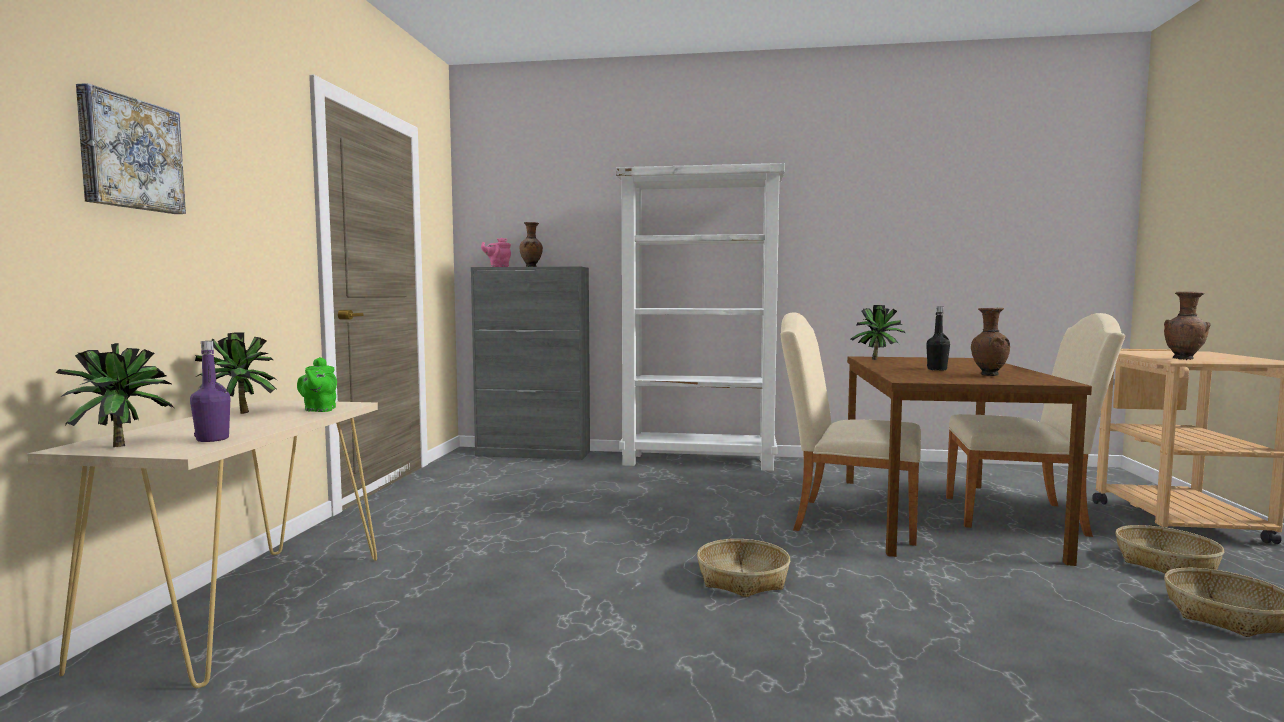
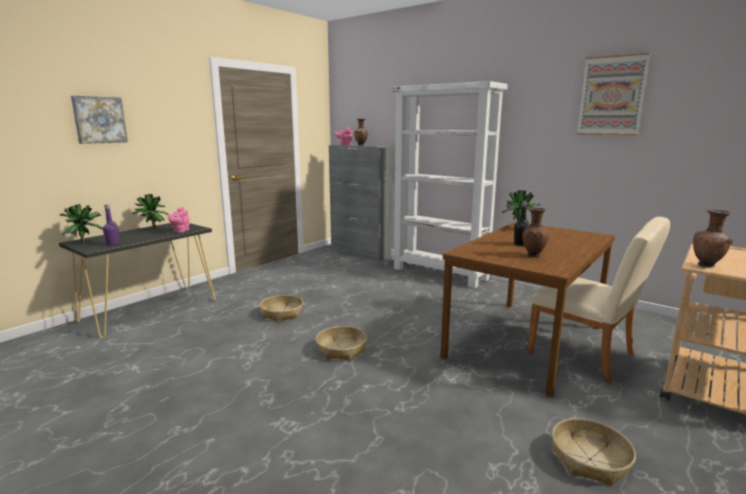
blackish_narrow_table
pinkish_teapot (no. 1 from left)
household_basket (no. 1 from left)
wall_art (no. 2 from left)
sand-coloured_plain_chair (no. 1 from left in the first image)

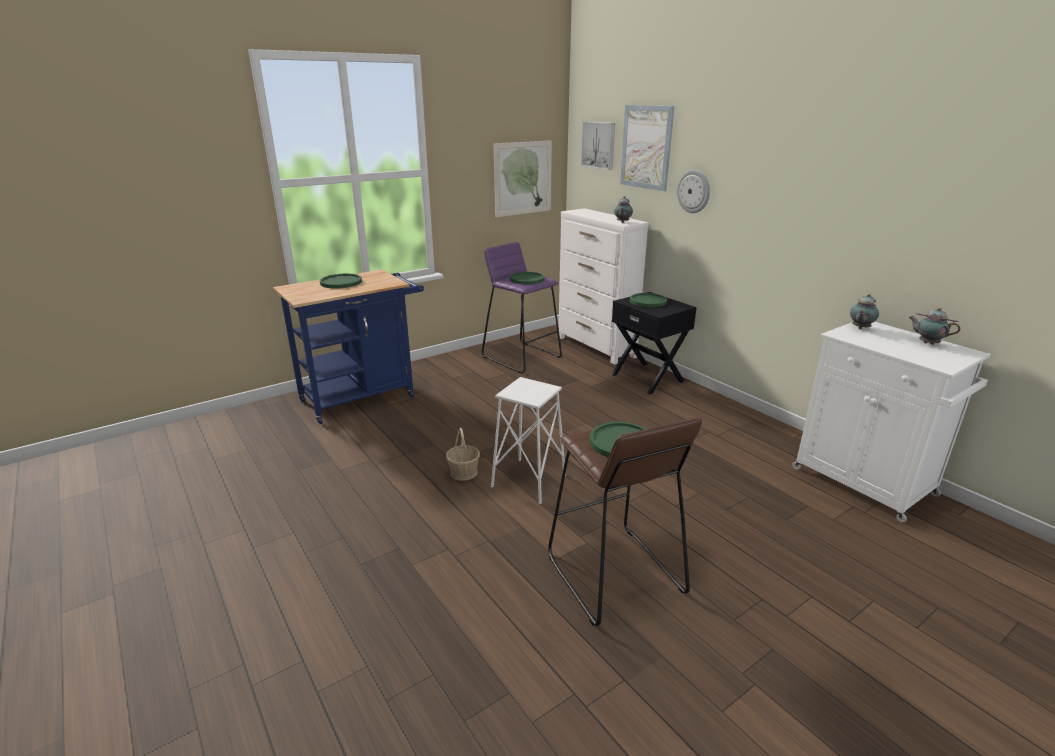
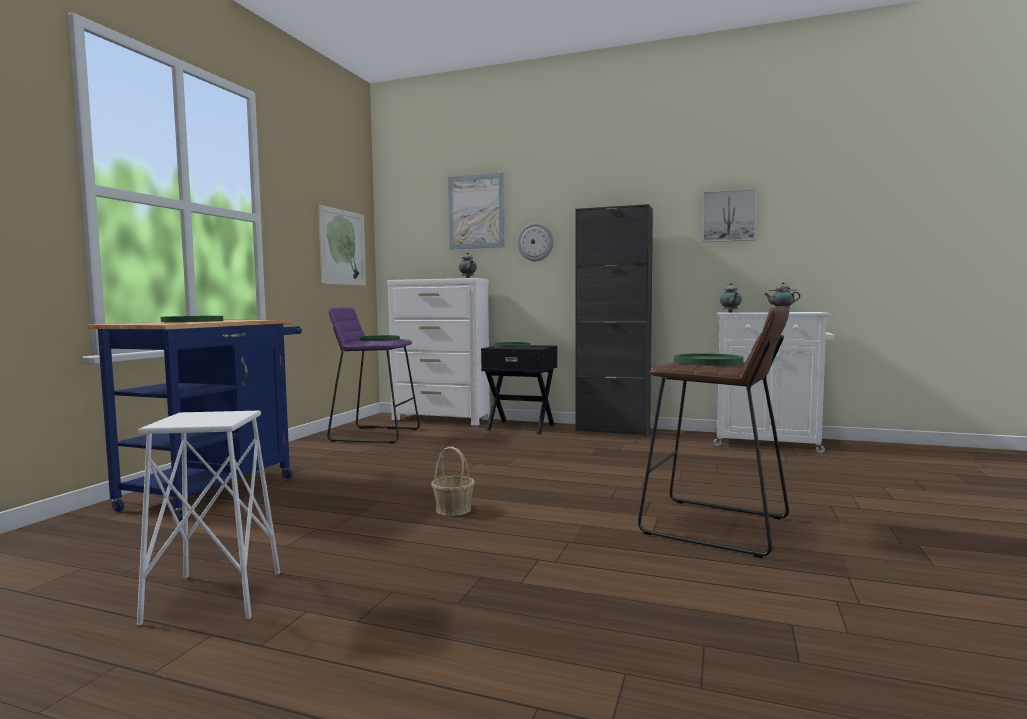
white-coloured_stool
blackish_cabinet
wall_art (no. 3 from left)

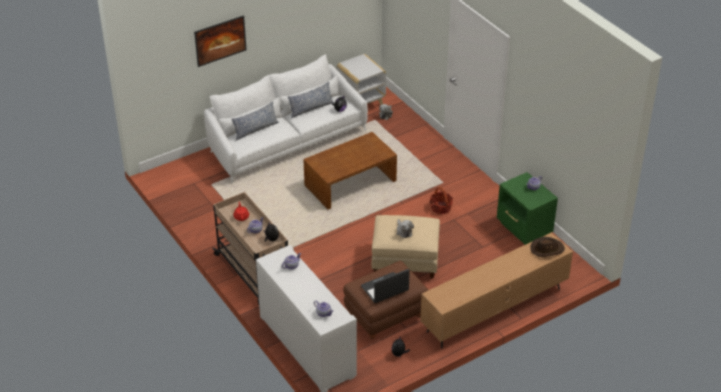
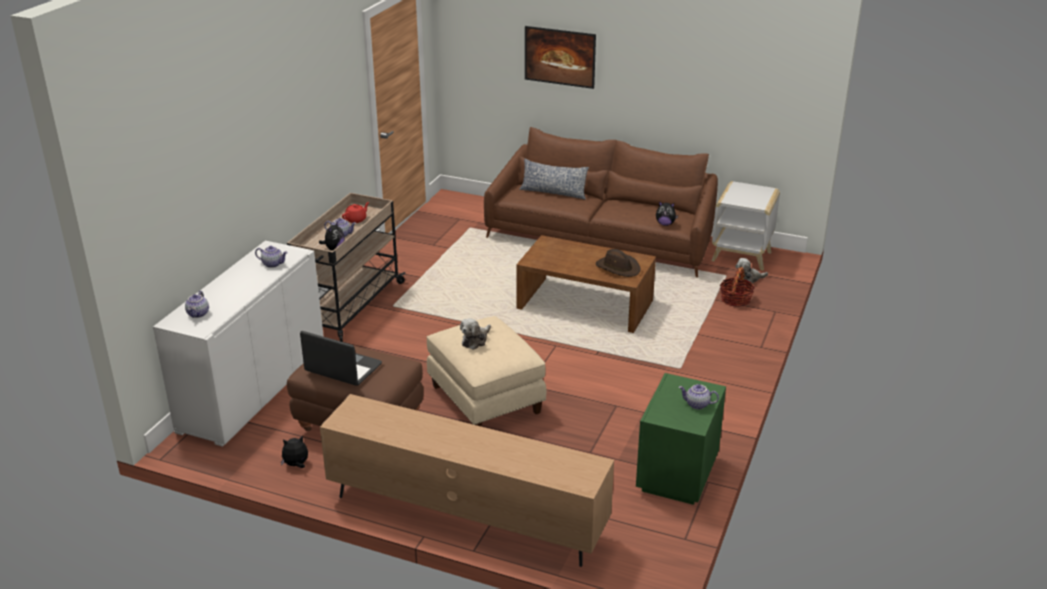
brown_sofa
brown_hat
household_basket
throw_pillow (no. 2 from left in the first image)

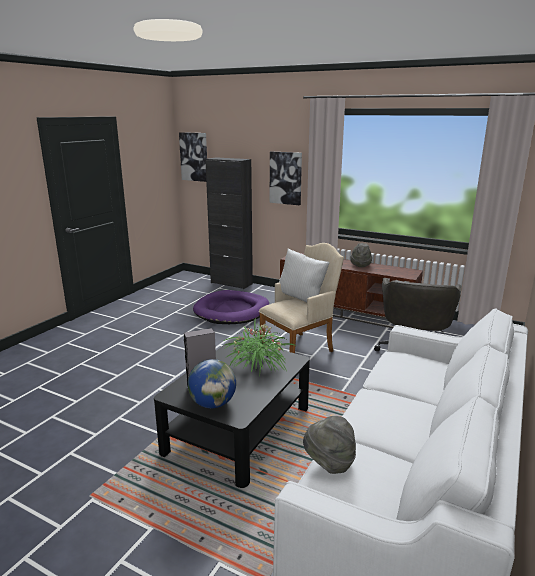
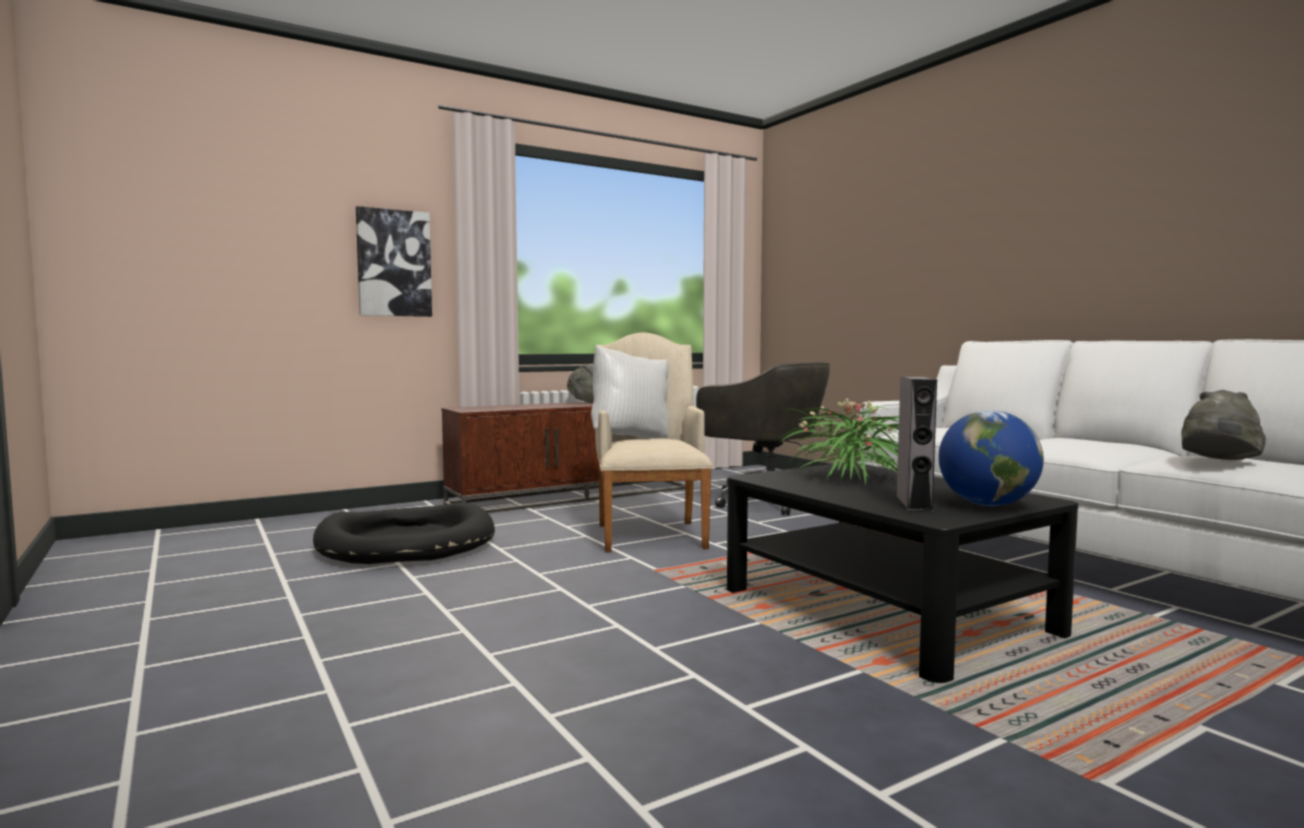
blackish_dog_bed
wall_art (no. 1 from left in the first image)
blackish_cabinet

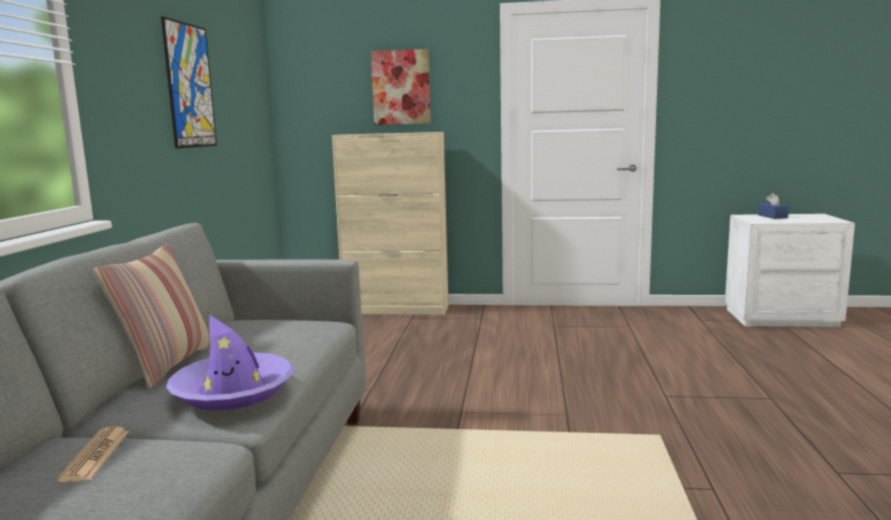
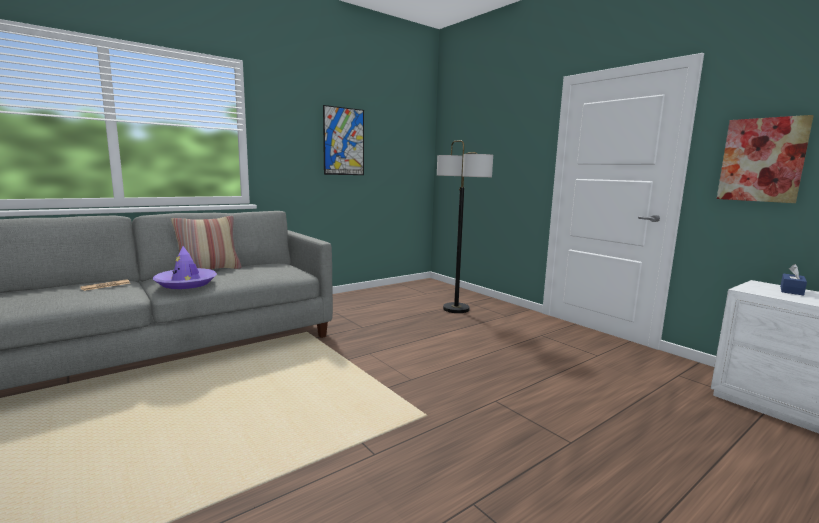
standing_lamp
wall_art (no. 2 from left)
sand-coloured_cabinet

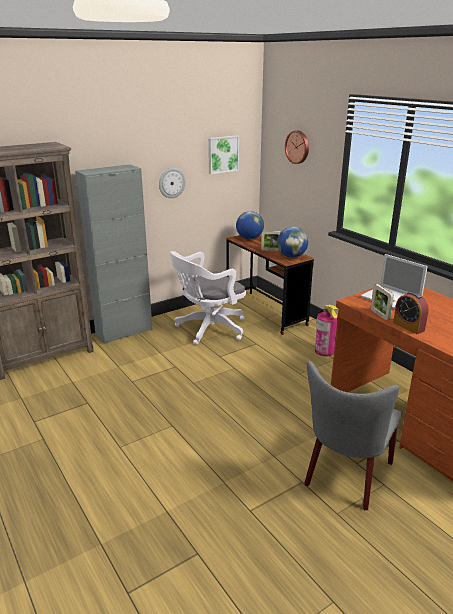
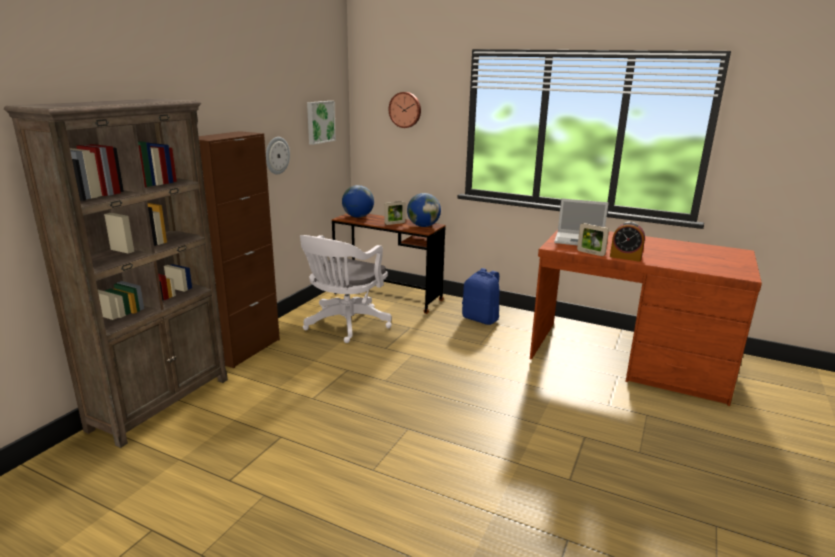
brown_cabinet
blue_backpack
greyish_plain_chair

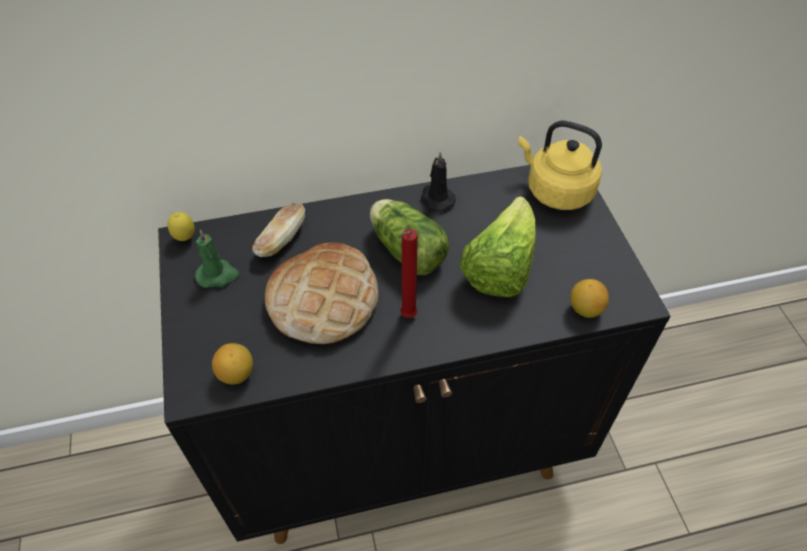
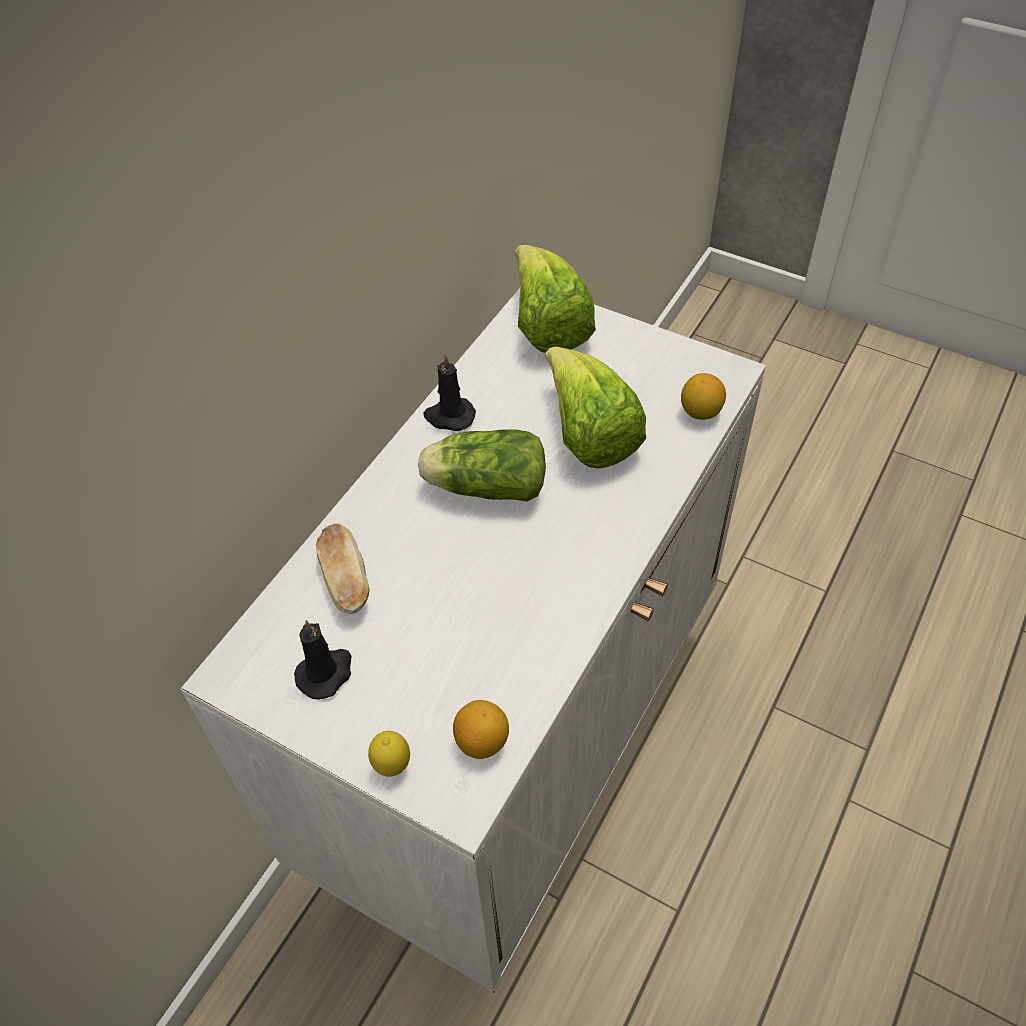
white-coloured_cabinet
blackish_wax_candle (no. 1 from left)
citrus_fruit (no. 1 from left)
lettuce (no. 2 from left)
baked_bread (no. 2 from left in the first image)
red_wax_candle

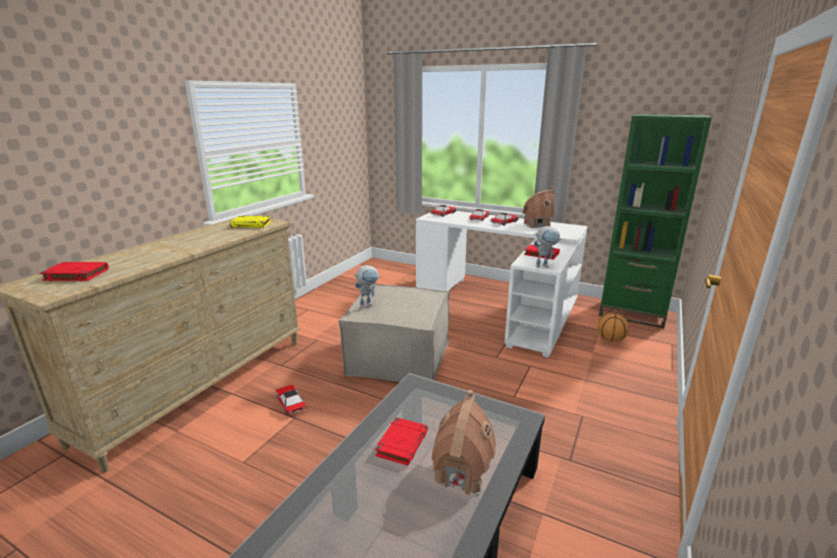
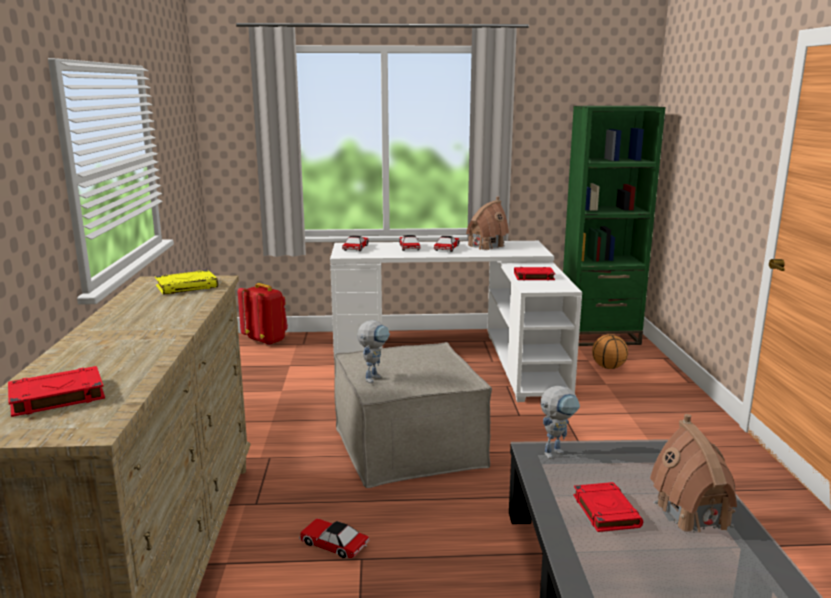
red_backpack
model_robot (no. 2 from left)

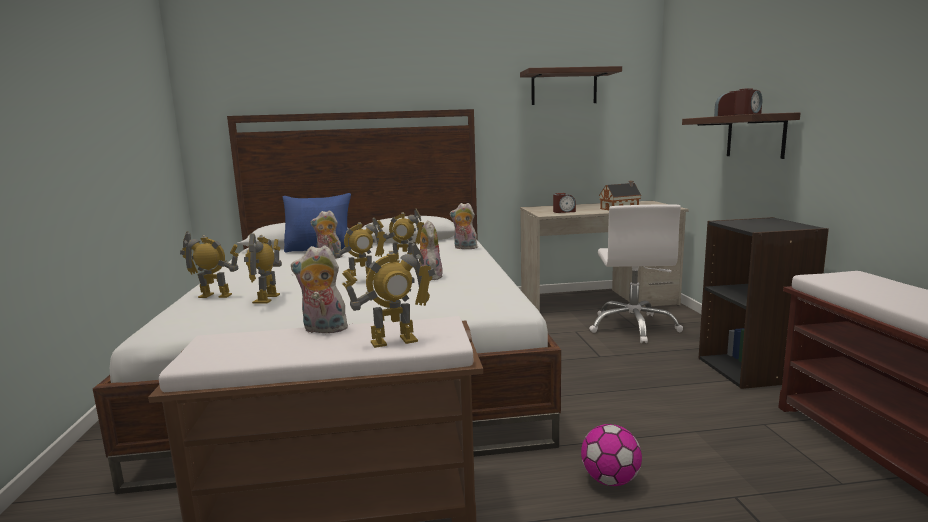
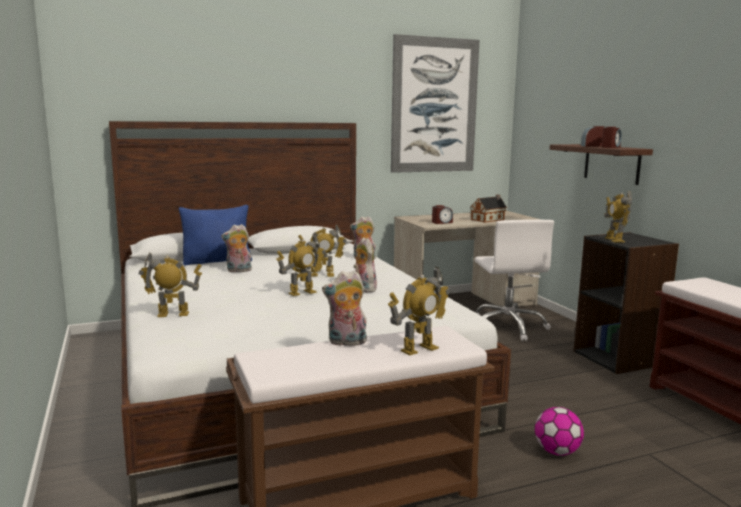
wall_art
model_robot (no. 5 from left)

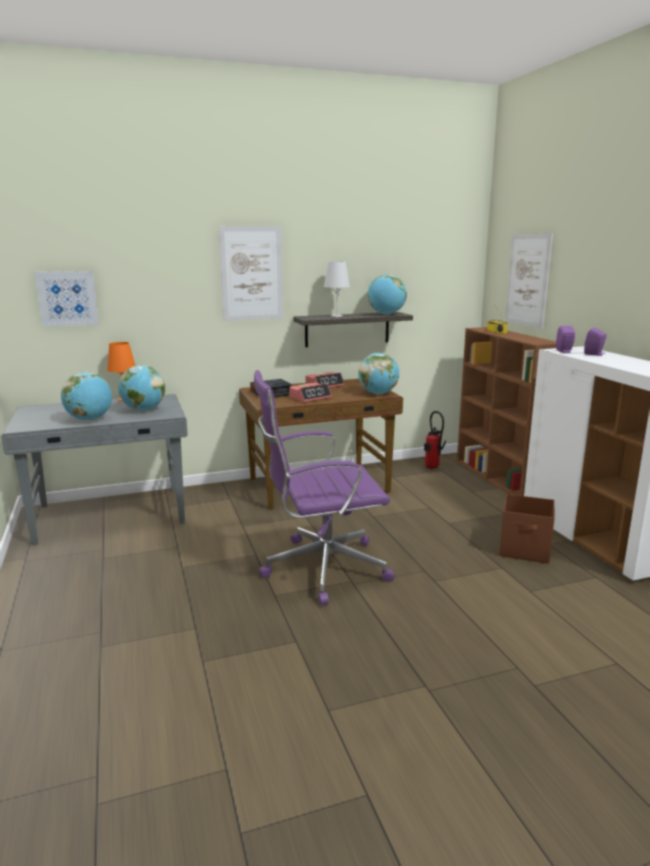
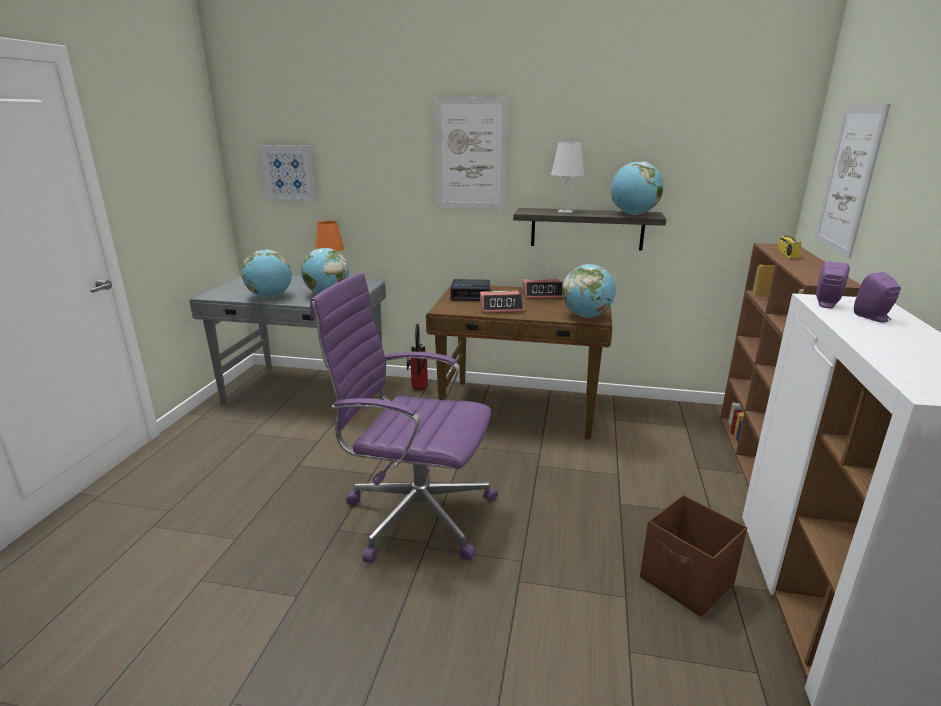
fire_extinguisher

